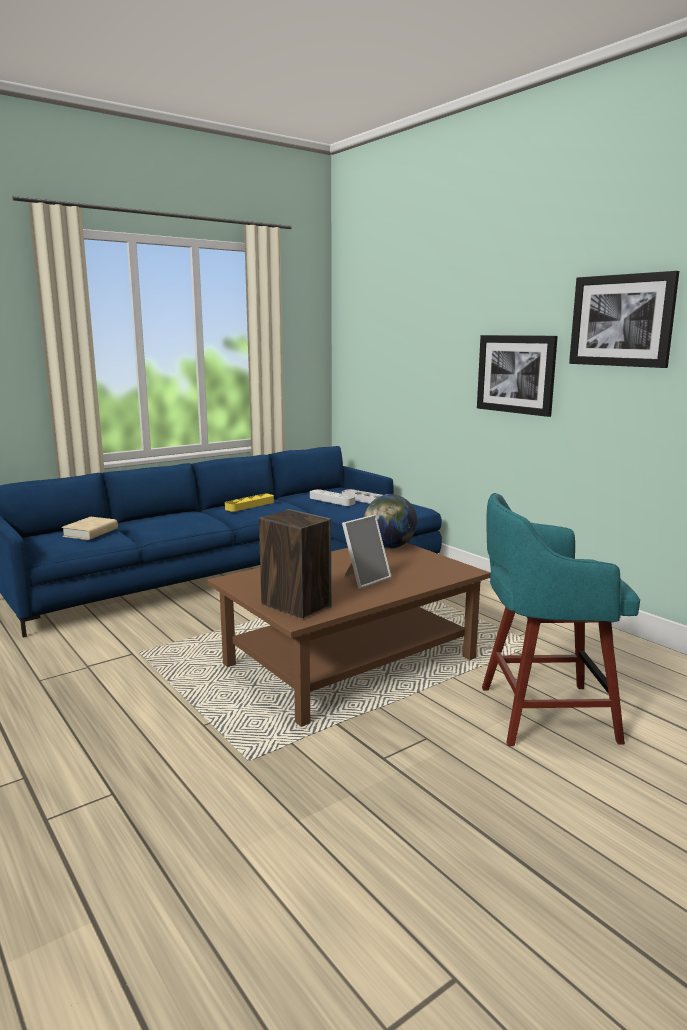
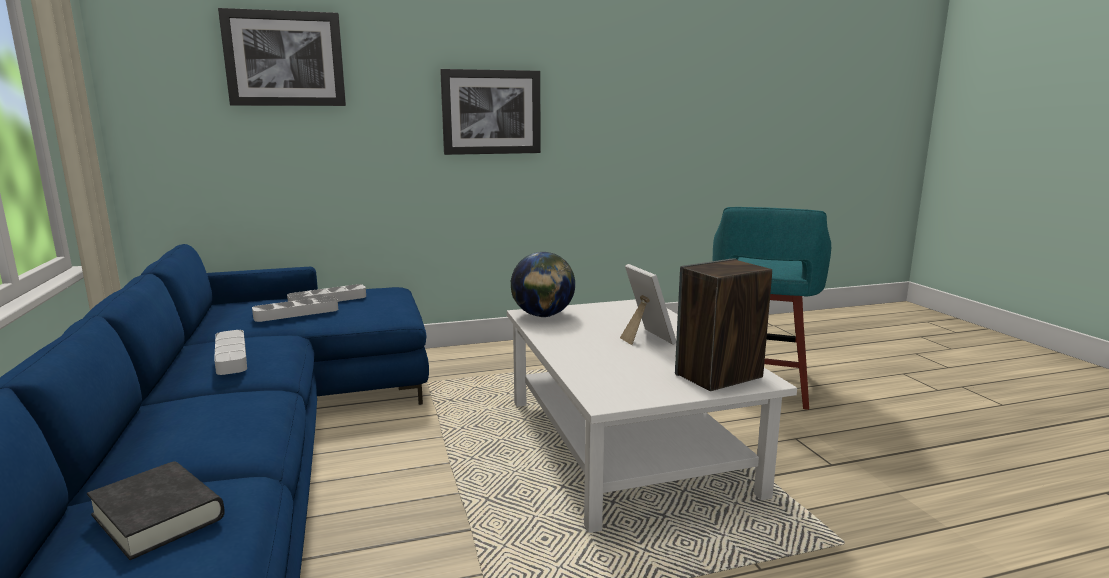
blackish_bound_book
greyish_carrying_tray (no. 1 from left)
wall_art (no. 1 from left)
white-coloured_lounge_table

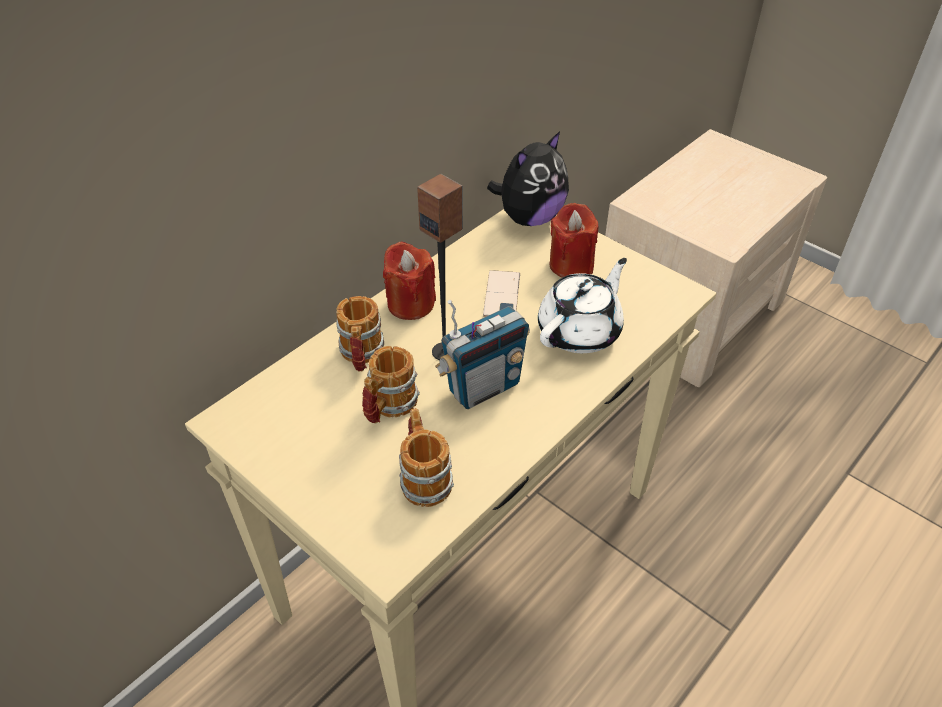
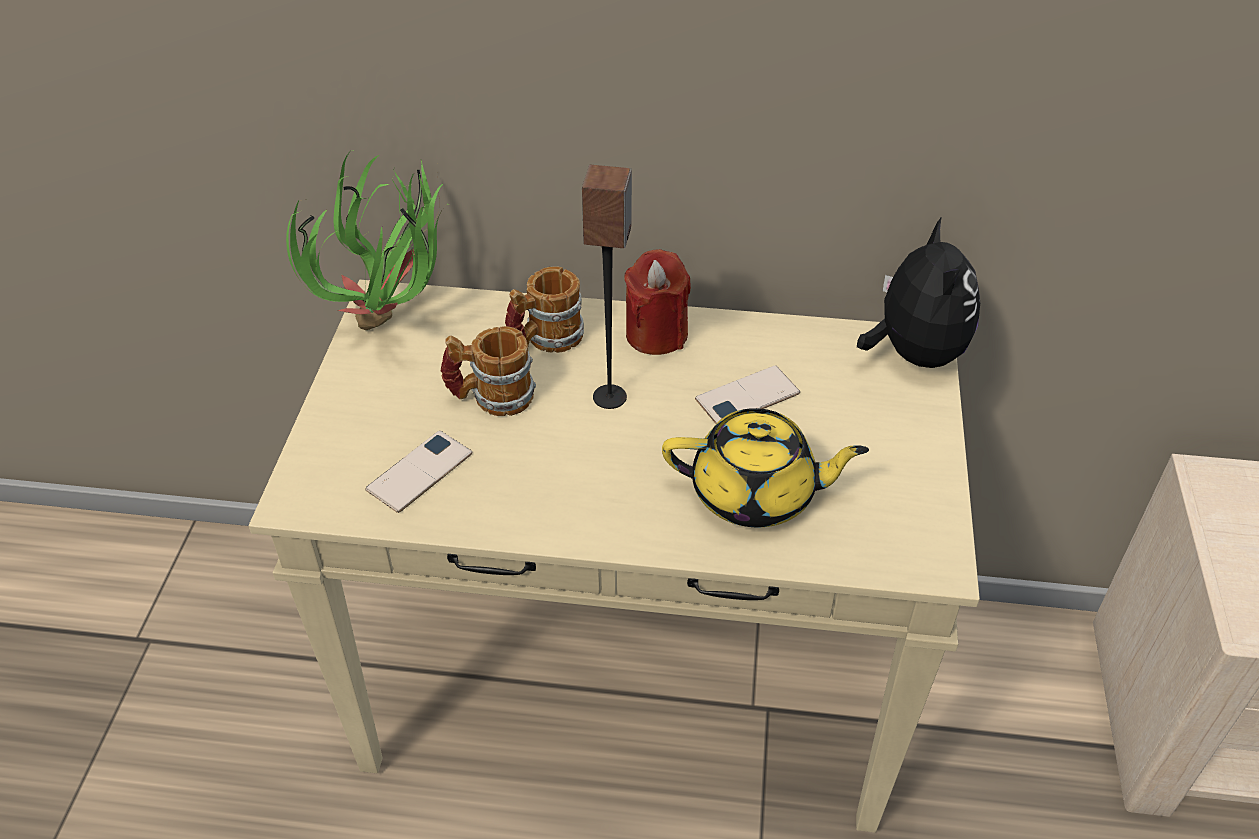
plant_in_a_pot
telephone (no. 1 from left)
yellow-coloured_teapot
plush_toy
radio_receiver
red_wax_candle (no. 2 from left in the first image)

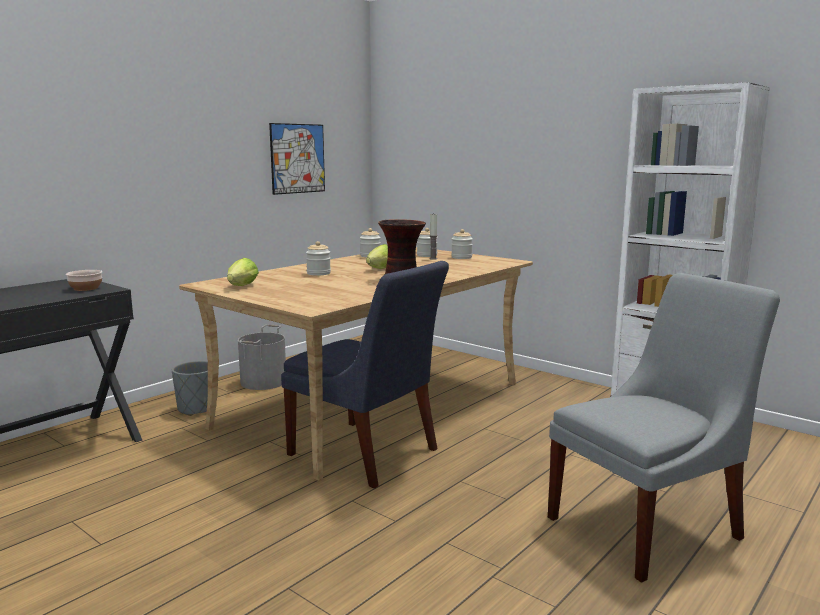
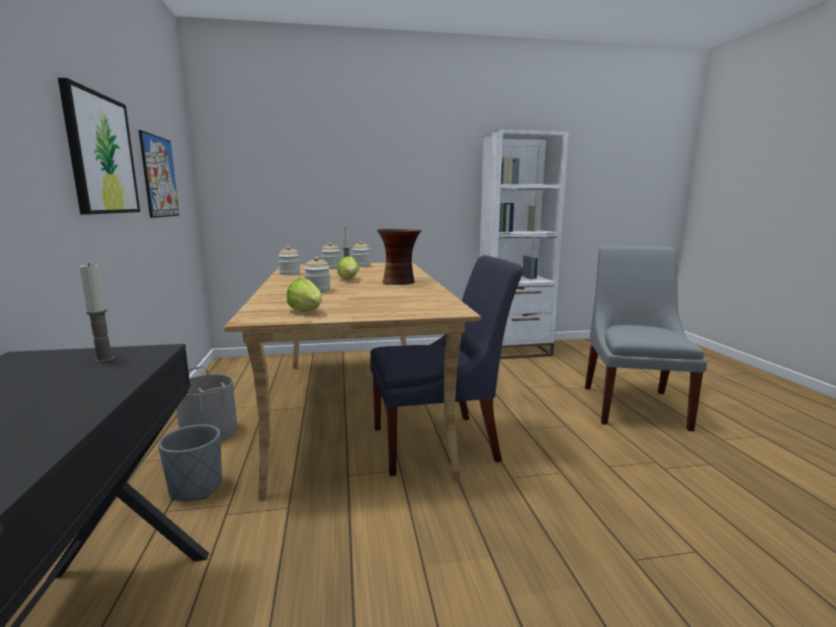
wall_art (no. 1 from left)
wax_candle (no. 1 from left)

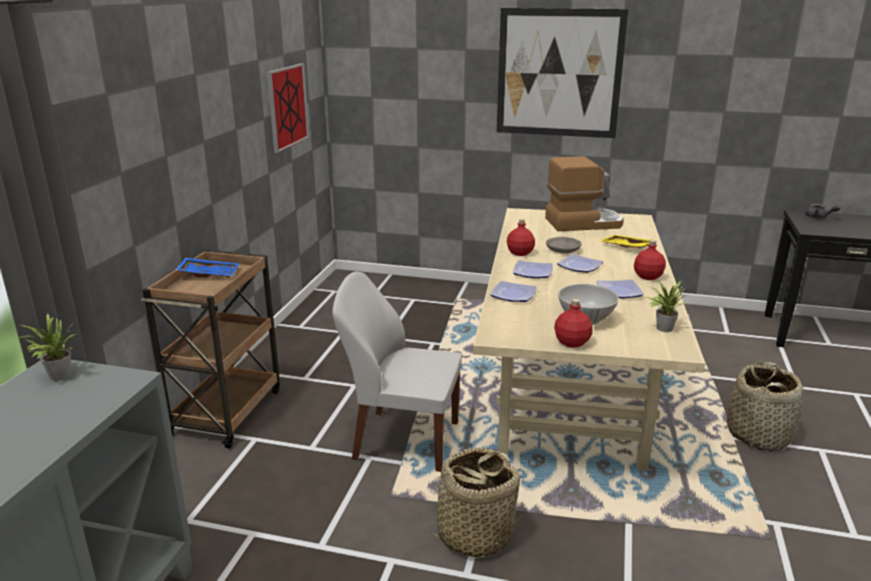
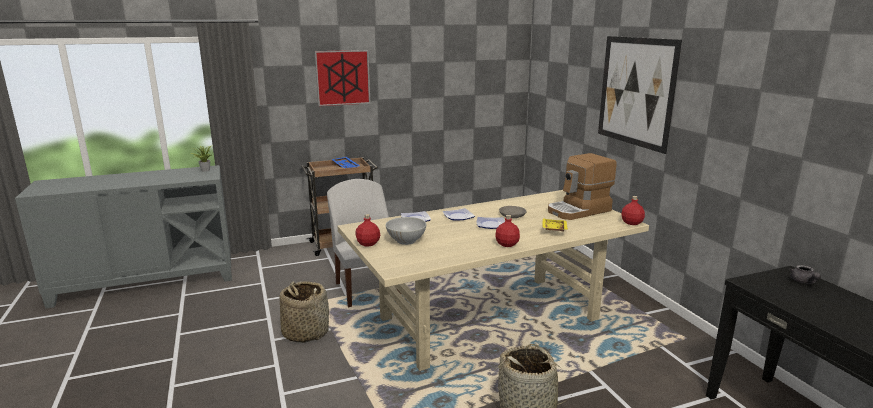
wall_art (no. 1 from left)
coffee_maker
red_drink_bottle (no. 3 from left)
plate (no. 4 from left in the first image)
plant_in_a_pot (no. 2 from left in the first image)

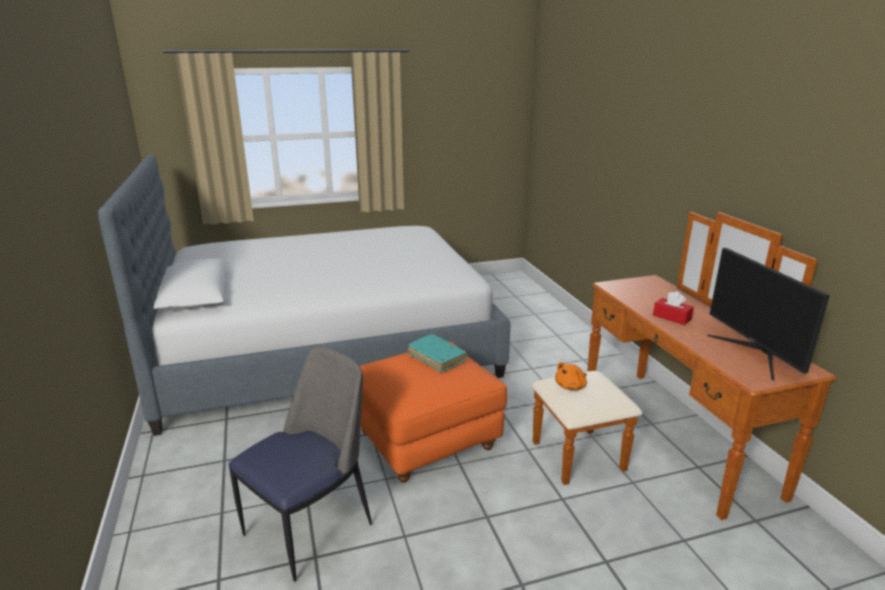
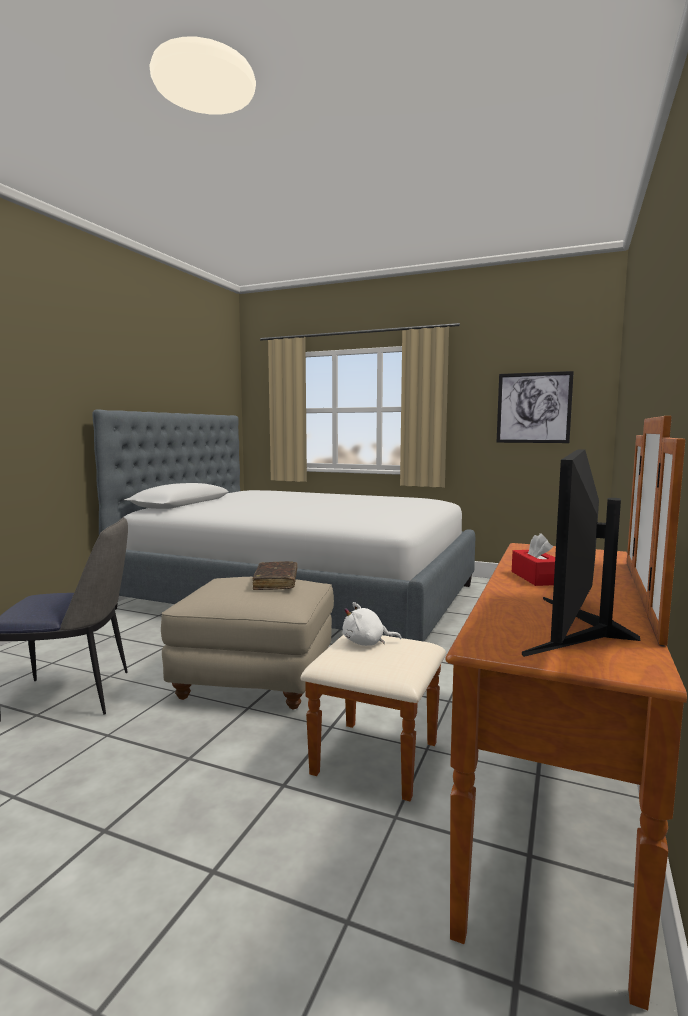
sand-coloured_footrest
brown_bound_book
white-coloured_plush_toy
wall_art

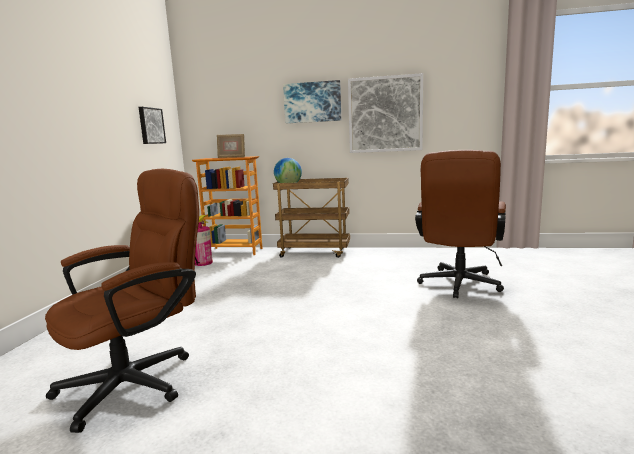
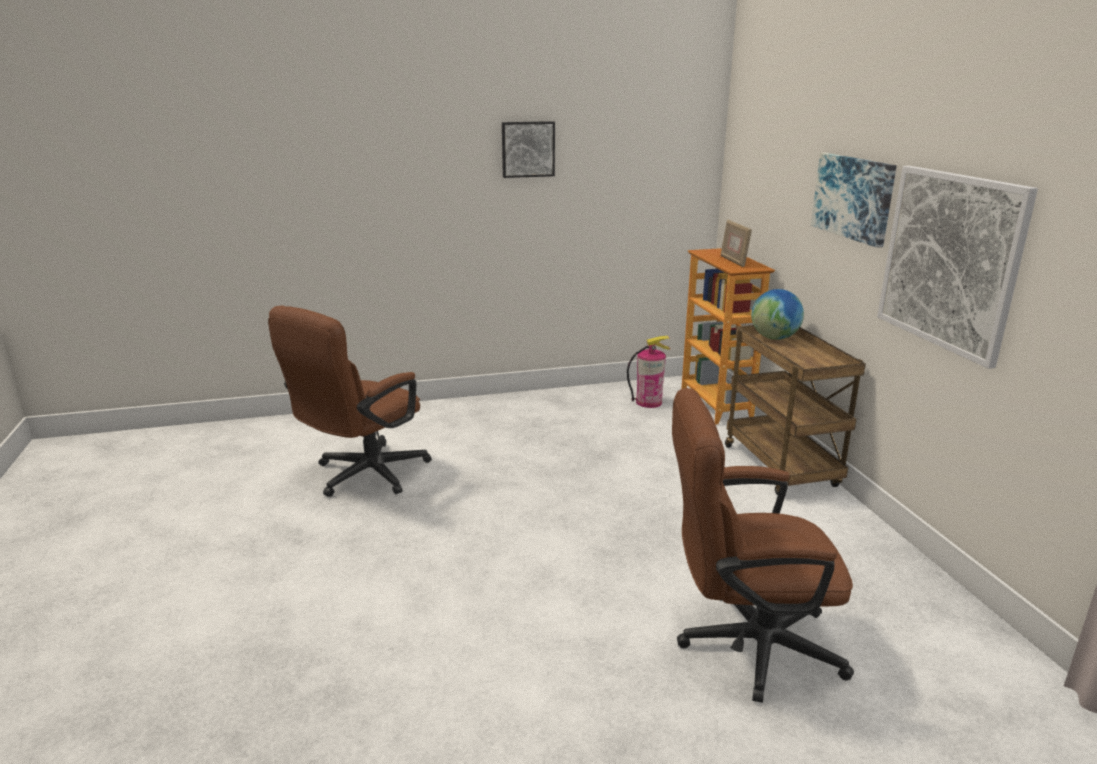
brown_computer_chair (no. 1 from left)
wall_art (no. 1 from left)

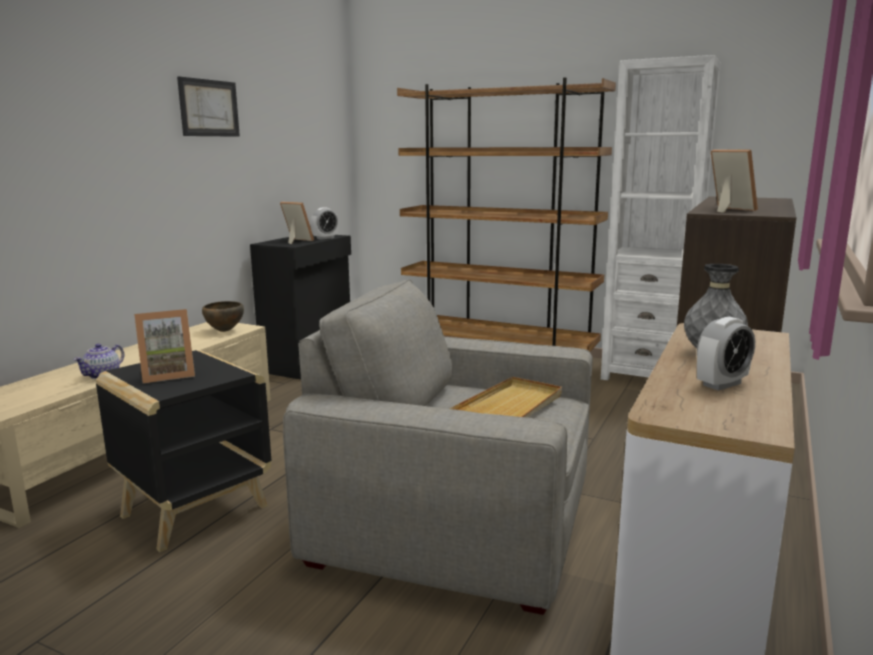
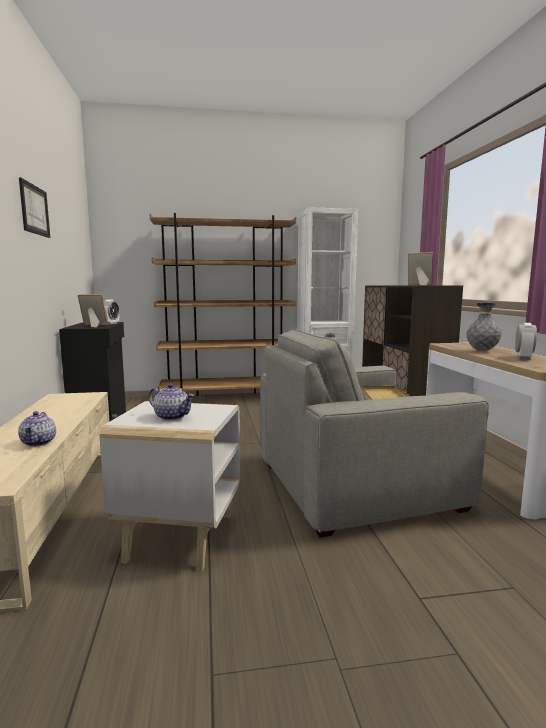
white-coloured_end_table
teapot (no. 2 from left)
brown_deep_dish

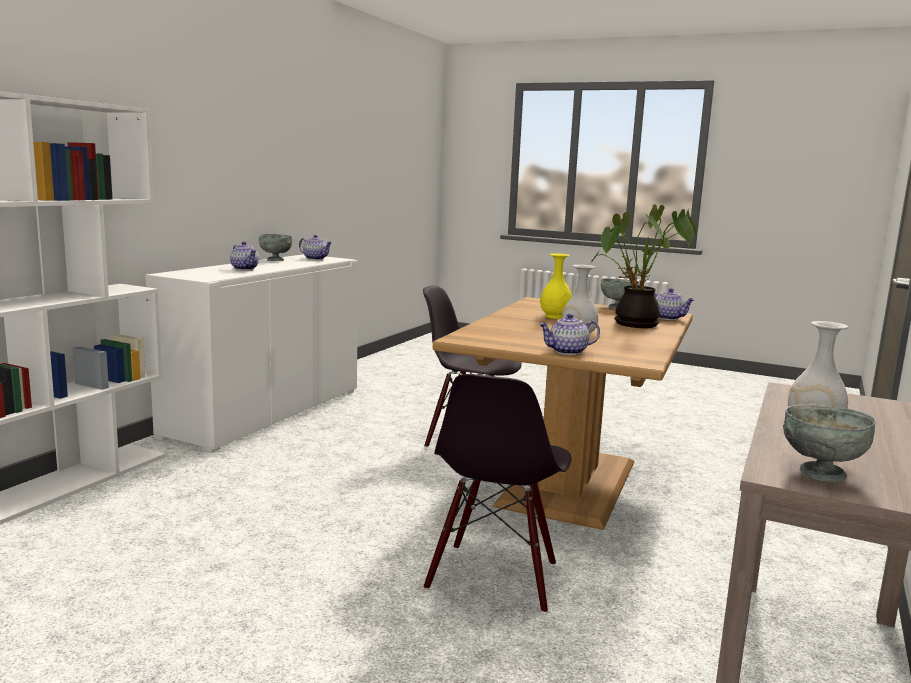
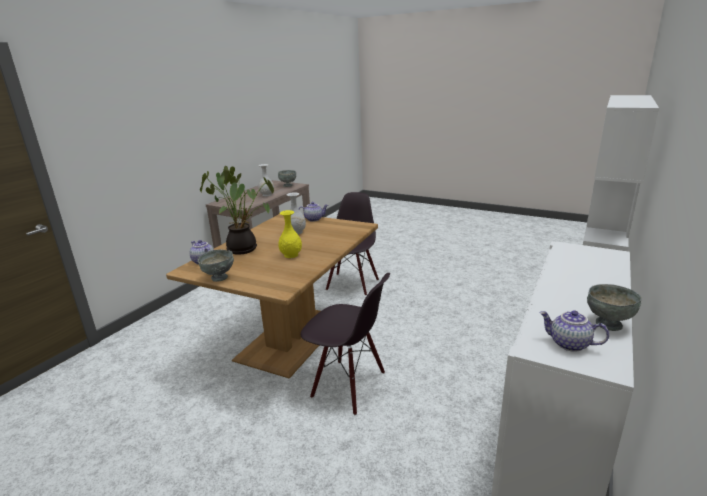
teapot (no. 1 from left in the first image)

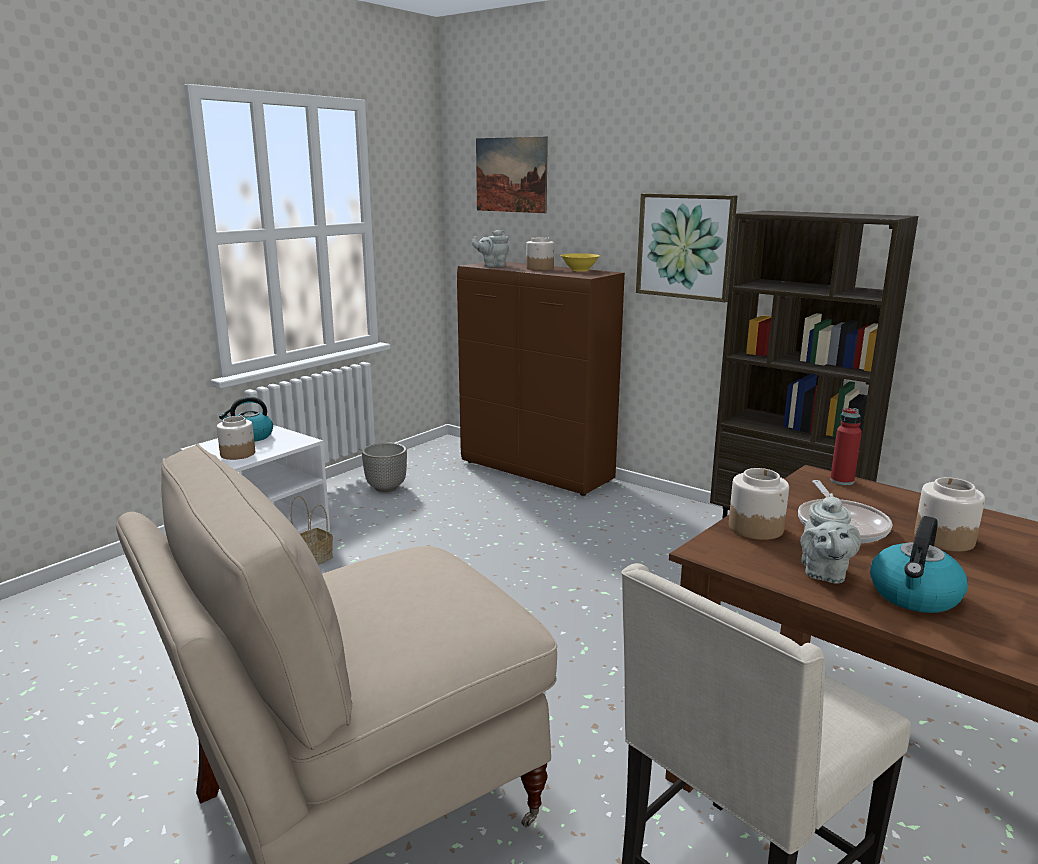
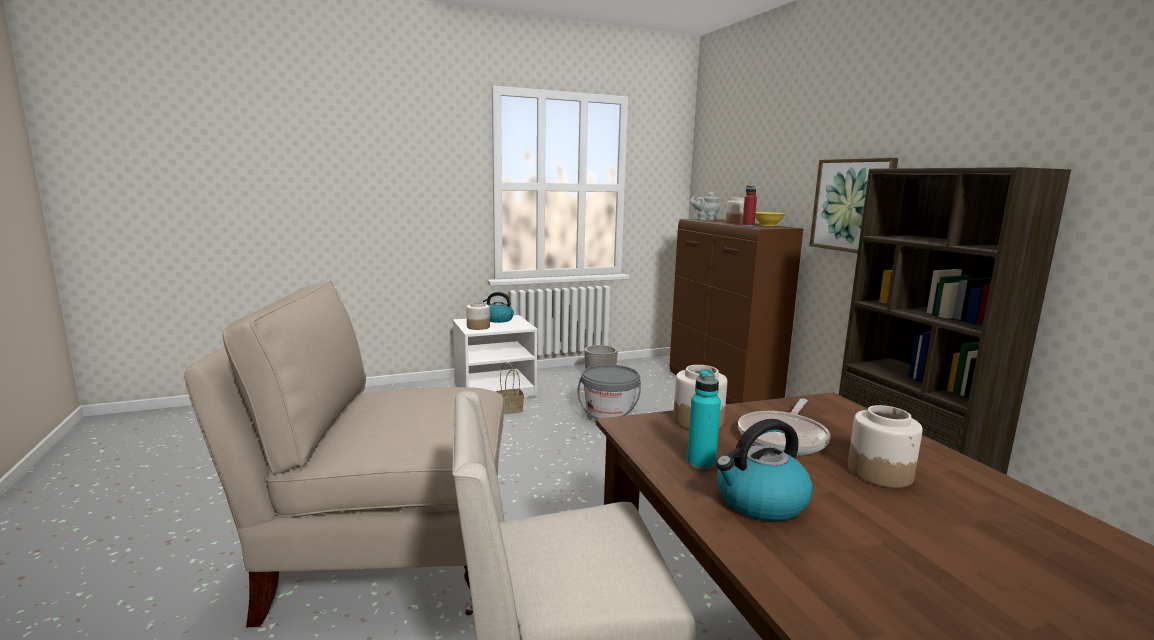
greyish_bucket
turquoise_drink_bottle
red_drink_bottle
wall_art (no. 1 from left in the first image)

